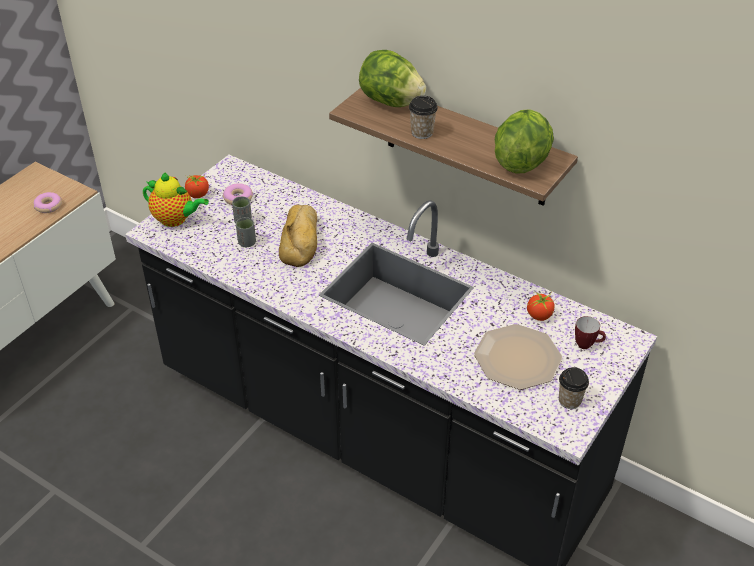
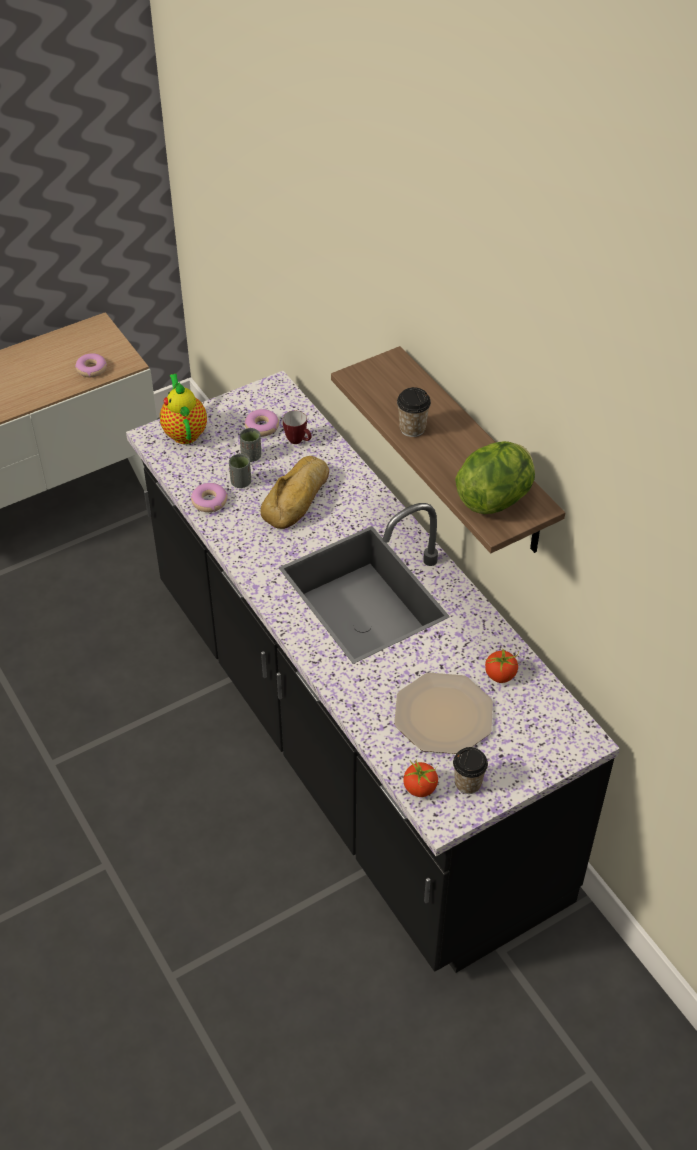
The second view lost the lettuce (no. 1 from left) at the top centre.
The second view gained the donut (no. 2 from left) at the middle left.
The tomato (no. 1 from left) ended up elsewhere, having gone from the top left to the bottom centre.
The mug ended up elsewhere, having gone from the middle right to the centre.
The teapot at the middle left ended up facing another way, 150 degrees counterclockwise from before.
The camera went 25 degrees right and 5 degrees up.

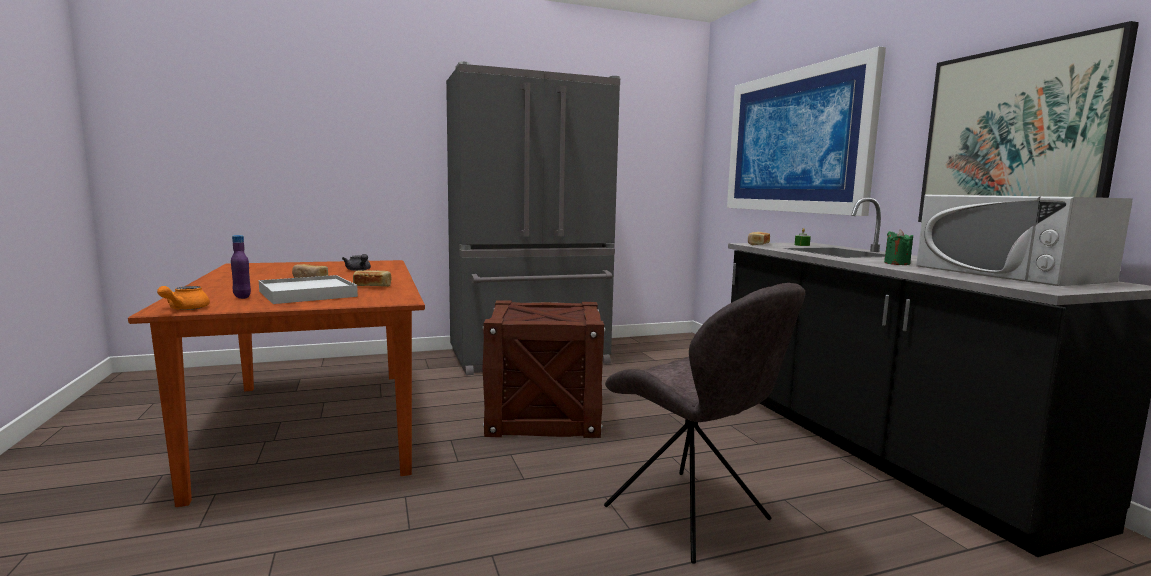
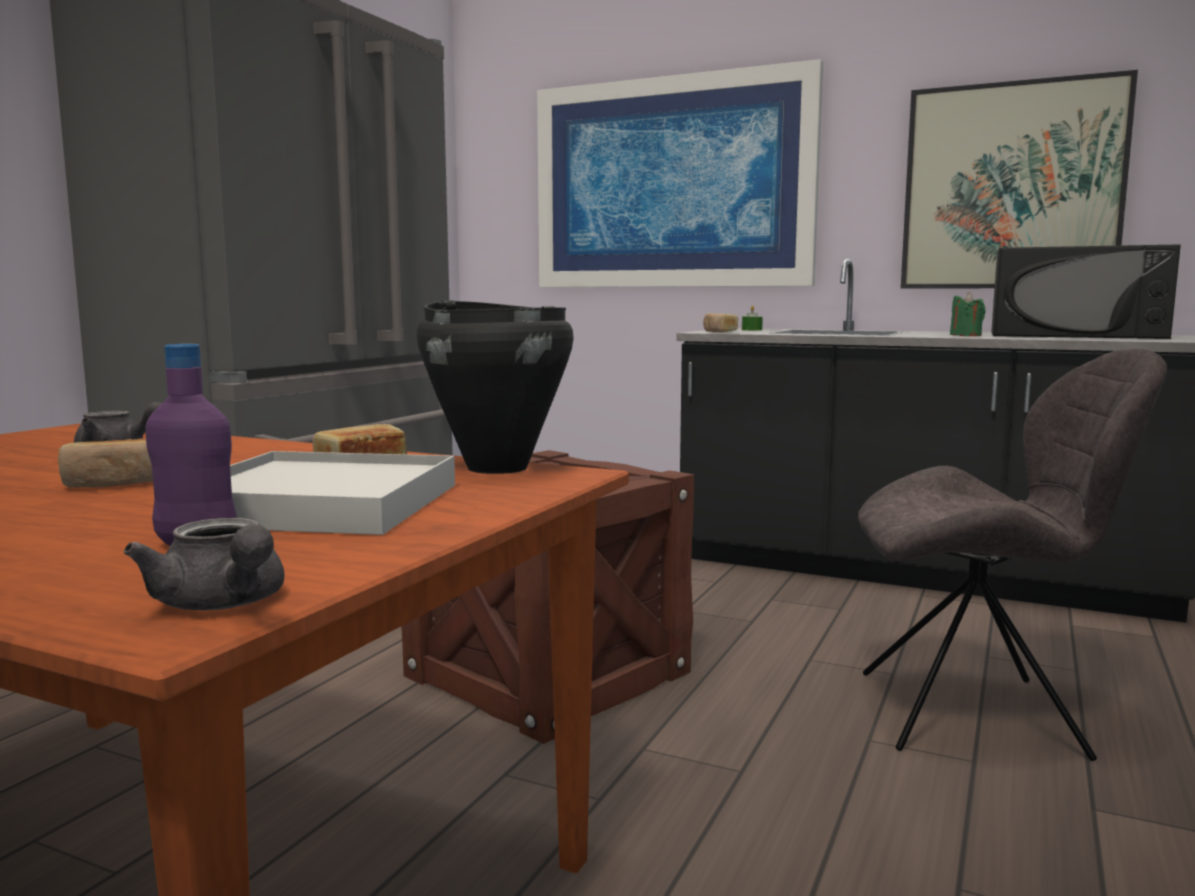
The second view gained the black_cooking_pot at the centre.
What was the orange_teapot at the middle left turned into the grey_teapot (no. 2 from left) at the middle left.
What was the white_microwave at the middle right turned into the black_microwave at the top right.
The camera went 45 degrees left and 0 degrees up.

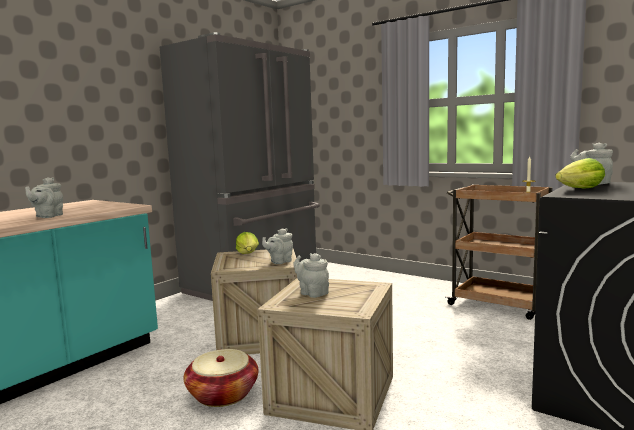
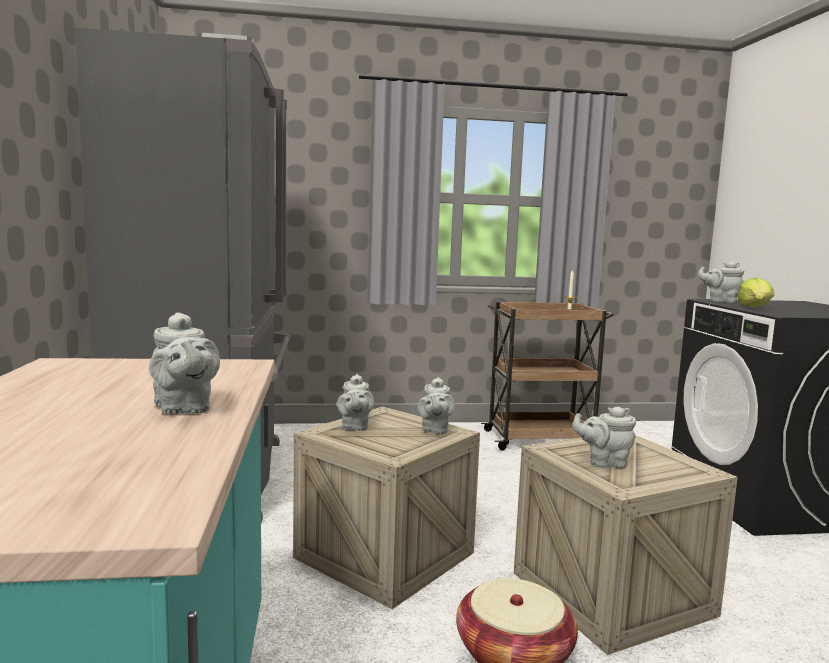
Where the lettuce (no. 1 from left) stood at the centre, the grey_teapot (no. 2 from left) came to stand at the centre.
The camera went 45 degrees left and 0 degrees up.

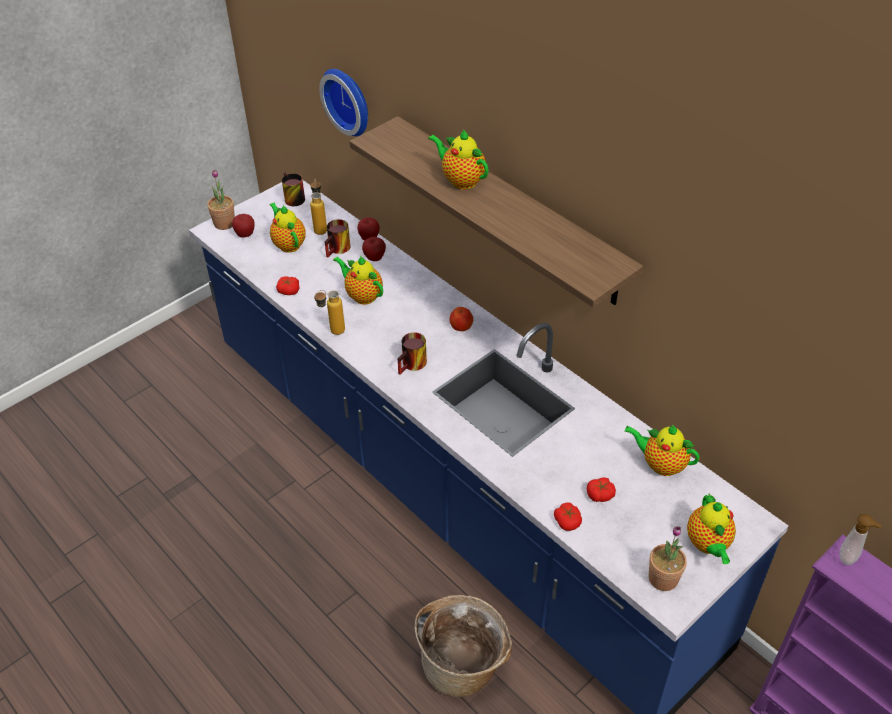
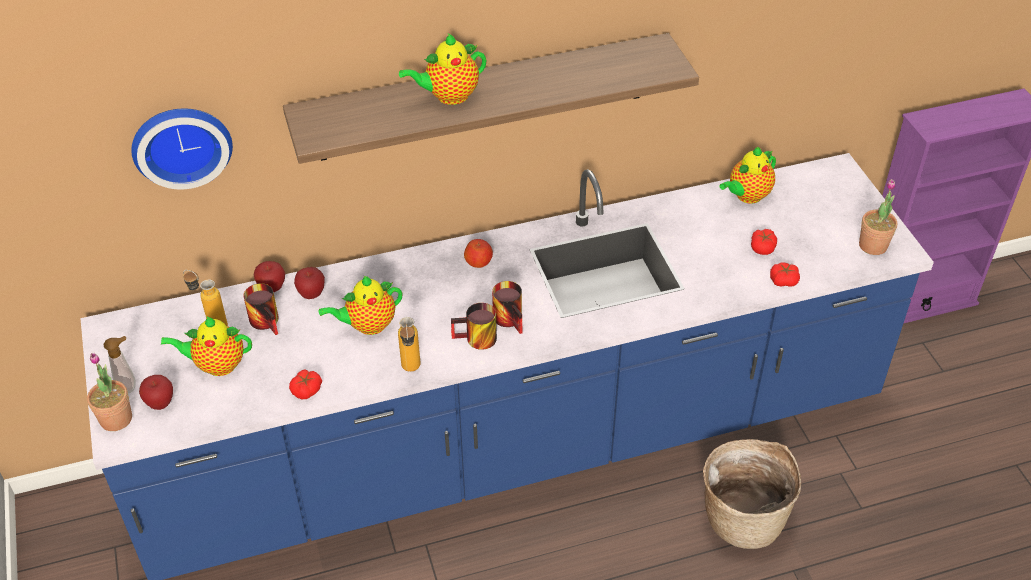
The second view lost the teapot (no. 5 from left) at the bottom right.
The mug (no. 1 from left in the first image) ended up elsewhere, having gone from the top left to the centre.
The soap_dispenser ended up elsewhere, having gone from the bottom right to the middle left.
The camera went 65 degrees left and 0 degrees up.

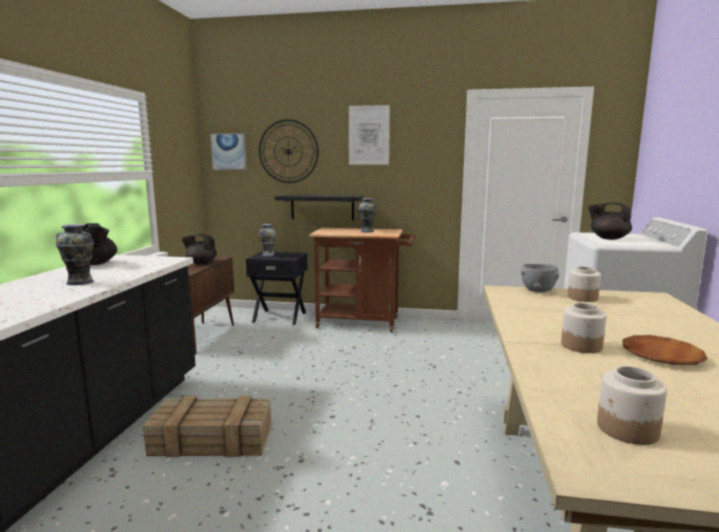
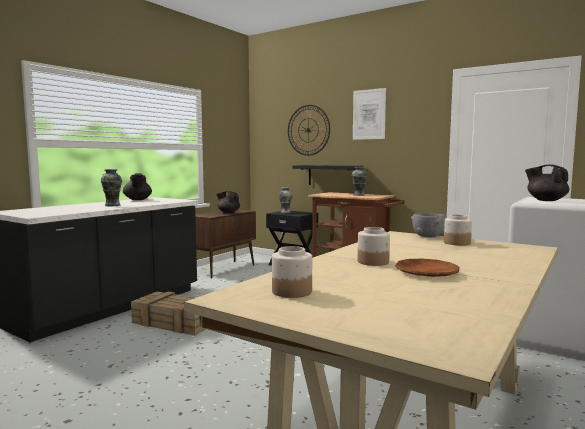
The second view lost the picture (no. 1 from left) at the top left.
The camera went 25 degrees right and 5 degrees down.

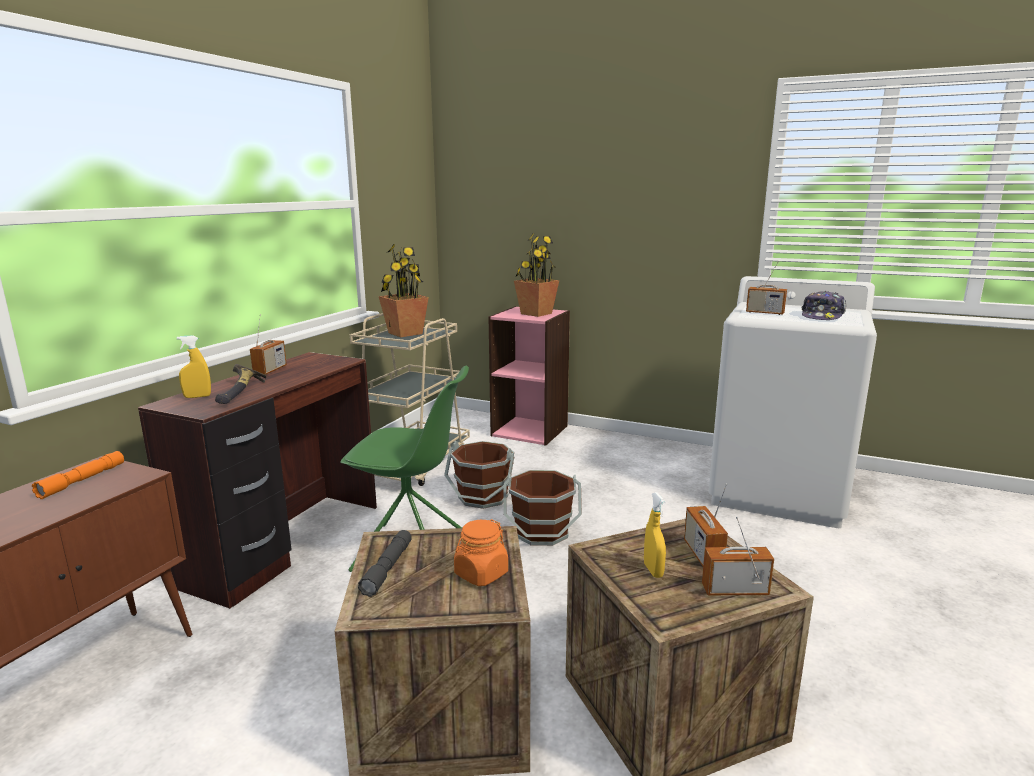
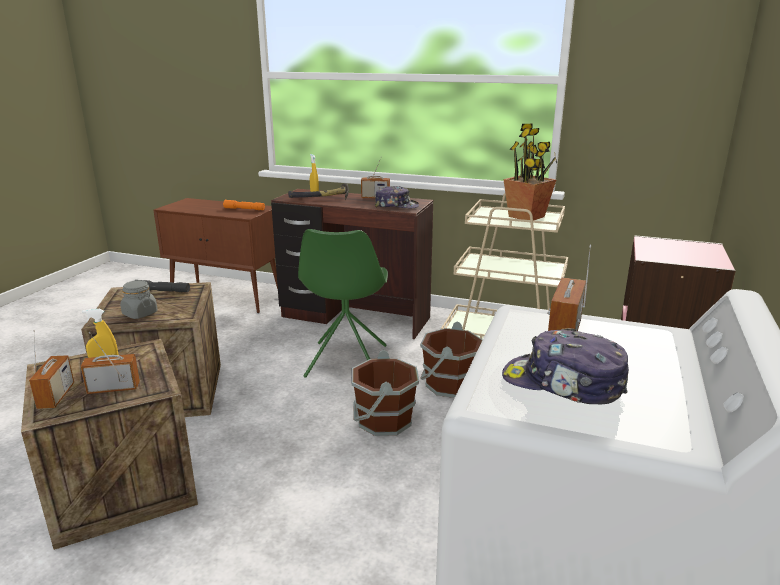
The second view lost the potted_plant (no. 2 from left) at the centre.
The second view gained the cap (no. 1 from left) at the centre.
What was the orange_jar at the bottom centre turned into the grey_jar at the middle left.
The camera went 85 degrees right and 5 degrees up.

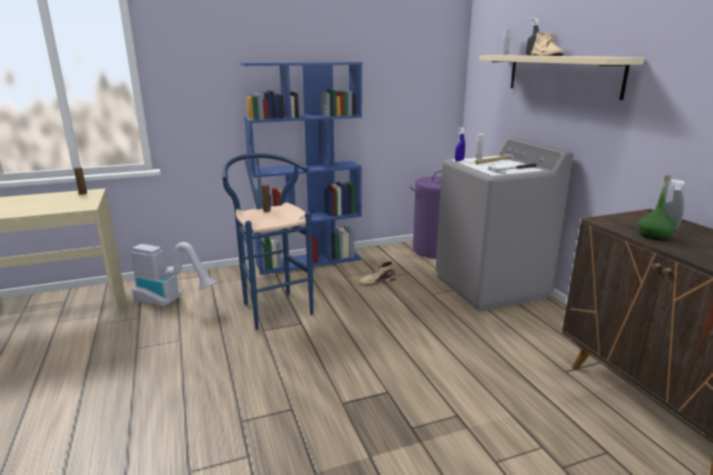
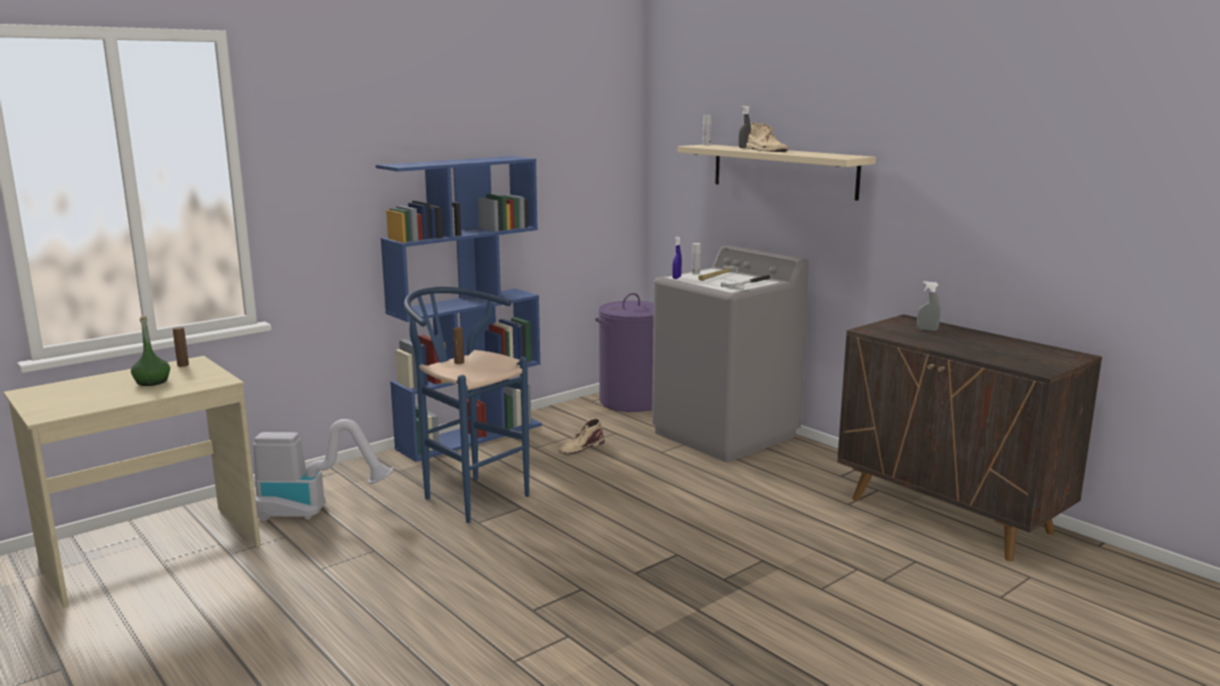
The green_bottle ended up elsewhere, having gone from the middle right to the middle left.
The camera went 20 degrees left and 5 degrees down.

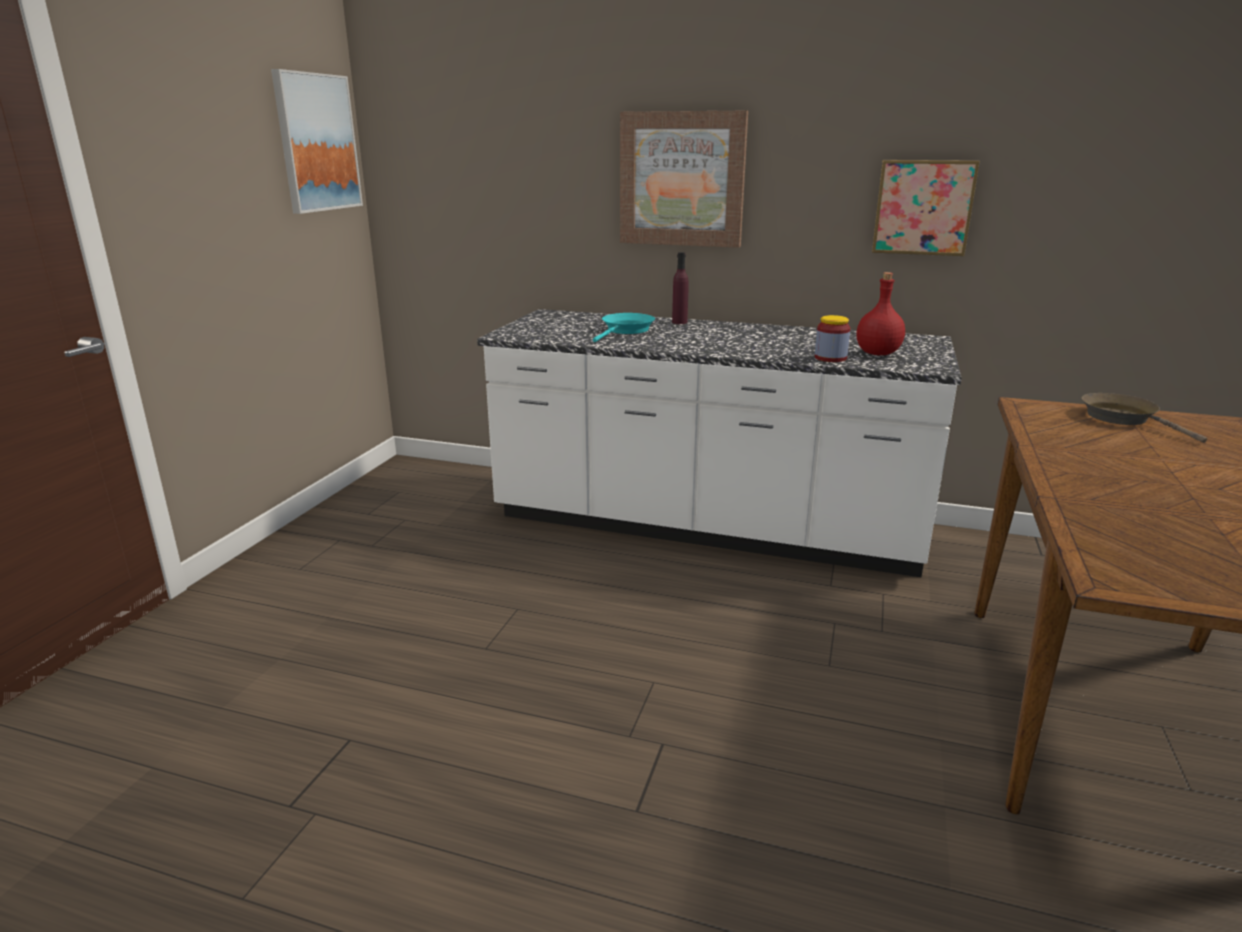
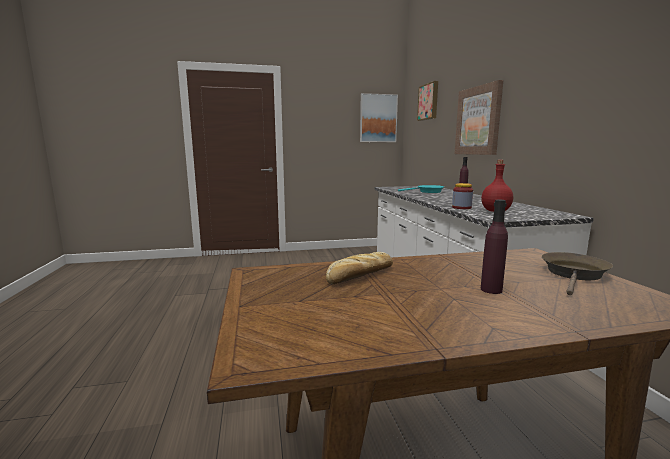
The second view gained the bread at the centre.
The second view gained the purple_bottle (no. 2 from left) at the middle right.
The picture (no. 3 from left in the first image) ended up elsewhere, having gone from the top right to the top centre.
The camera went 60 degrees right and 10 degrees down.

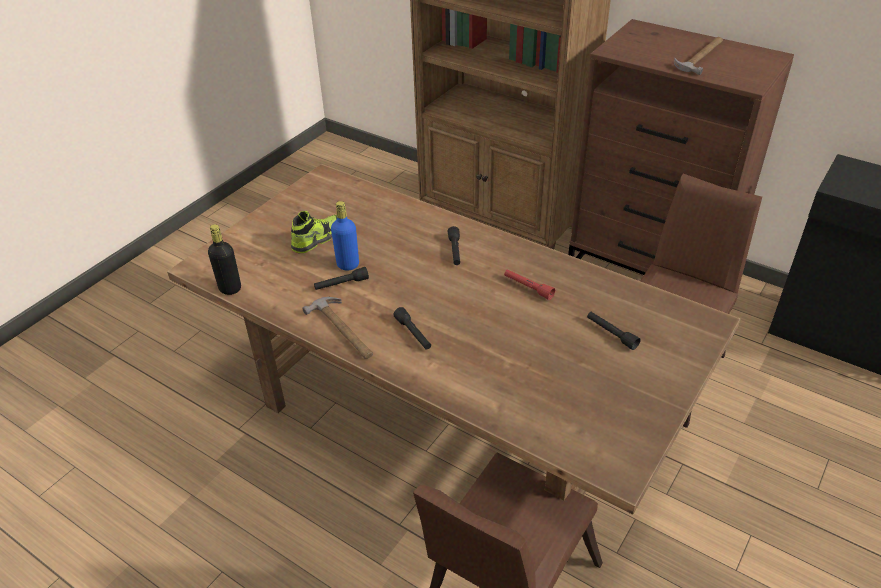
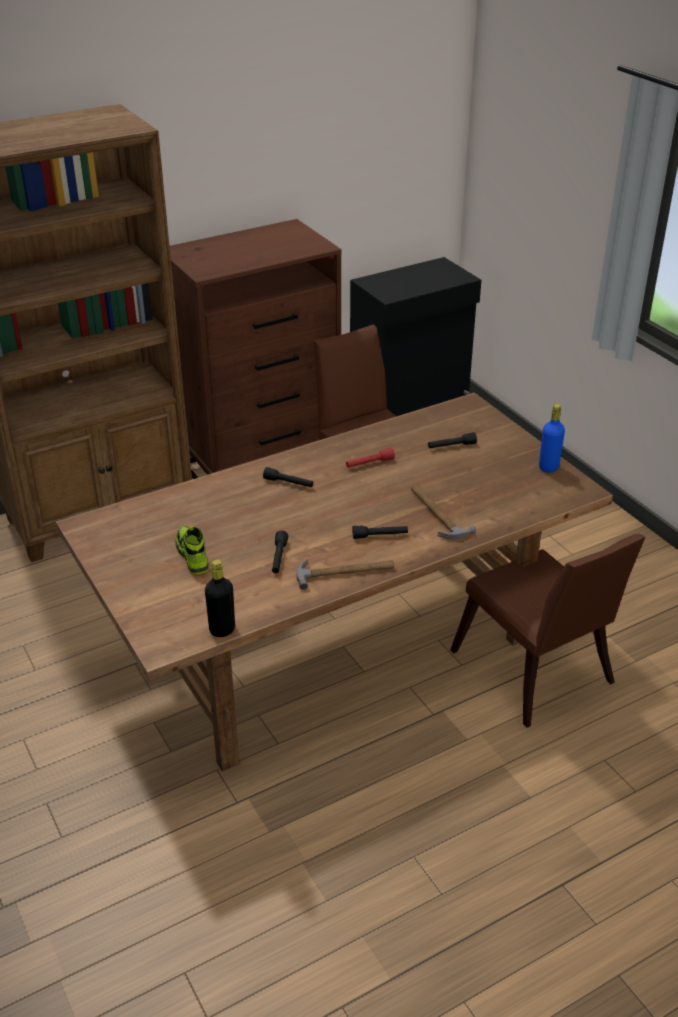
The blue_bottle ended up elsewhere, having gone from the centre to the middle right.
The hammer (no. 2 from left) ended up elsewhere, having gone from the top right to the centre.
The camera went 65 degrees left and 5 degrees down.

